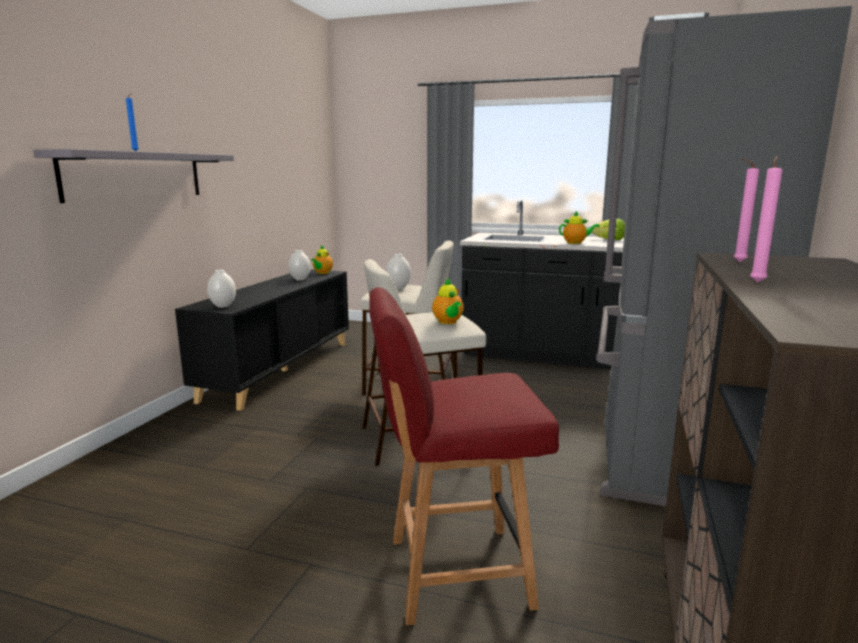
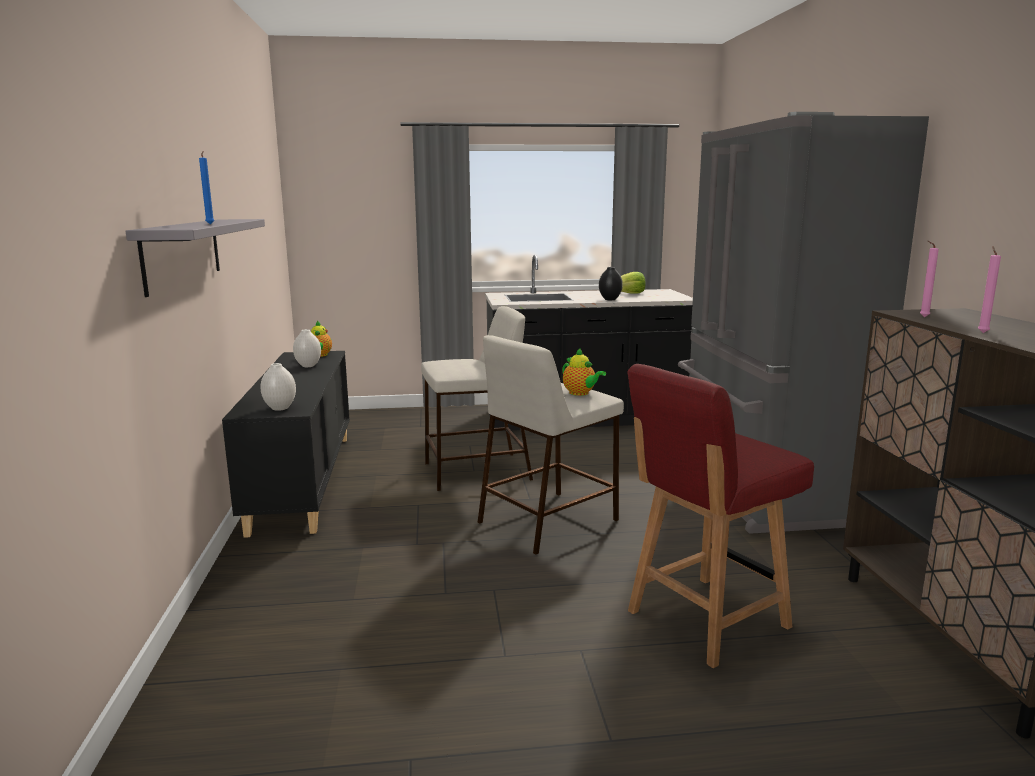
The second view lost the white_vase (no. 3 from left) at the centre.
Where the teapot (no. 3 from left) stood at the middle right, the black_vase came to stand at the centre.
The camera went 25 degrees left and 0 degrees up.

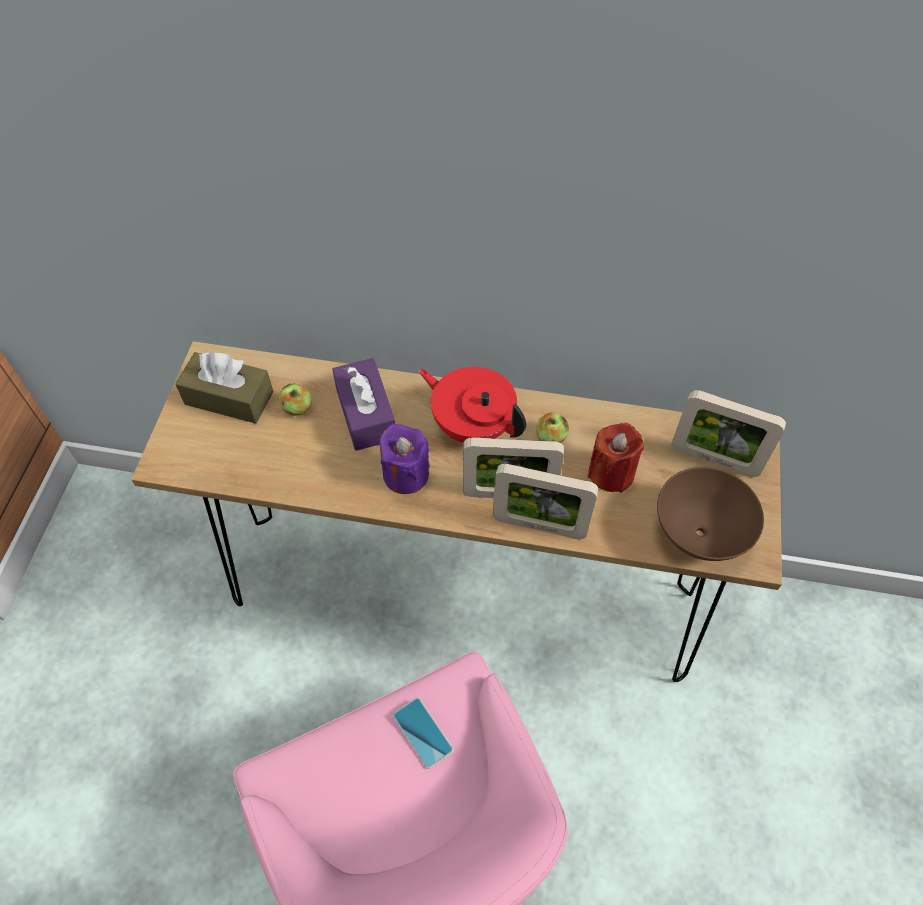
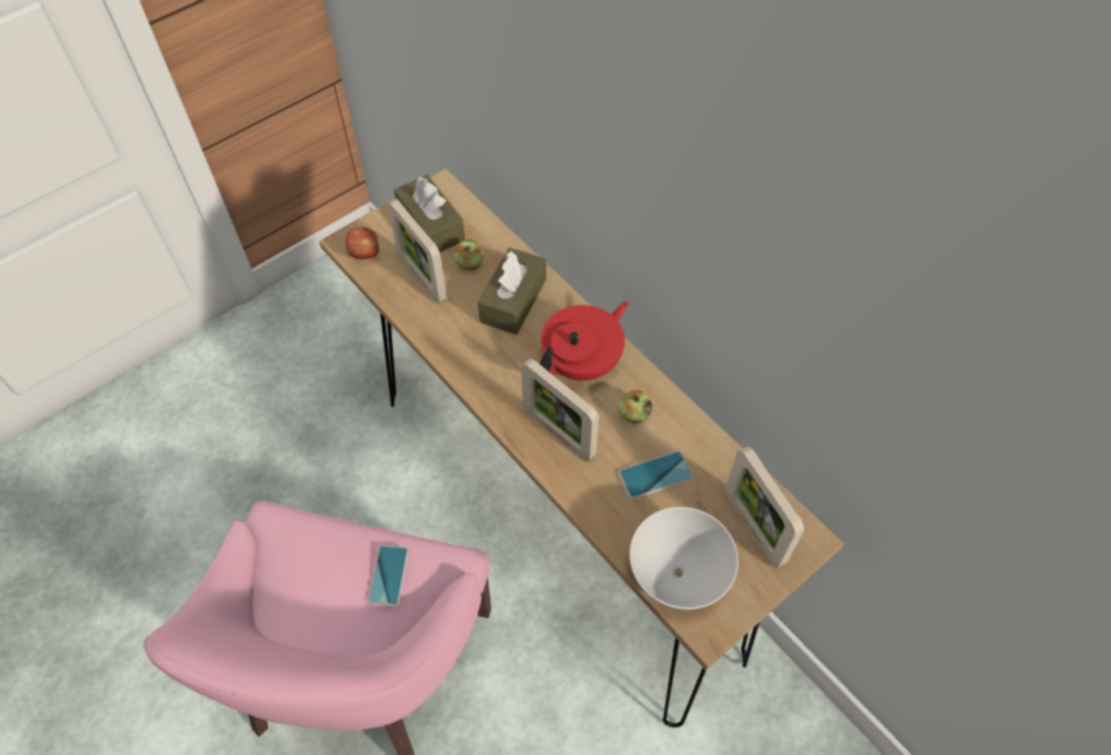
The second view lost the purple_candle at the centre.
The second view gained the apple (no. 1 from left) at the top left.
The picture_frame (no. 2 from left in the first image) ended up elsewhere, having gone from the centre to the top centre.
Where the red_candle stood at the centre, the phone (no. 2 from left) came to stand at the centre.
What was the purple_tissue_box at the centre turned into the brown_tissue_box (no. 2 from left) at the centre.
What was the brown_bowl at the middle right turned into the white_bowl at the bottom centre.
The red_teapot at the centre ended up facing another way, 60 degrees clockwise from before.
The camera went 40 degrees right and 0 degrees up.

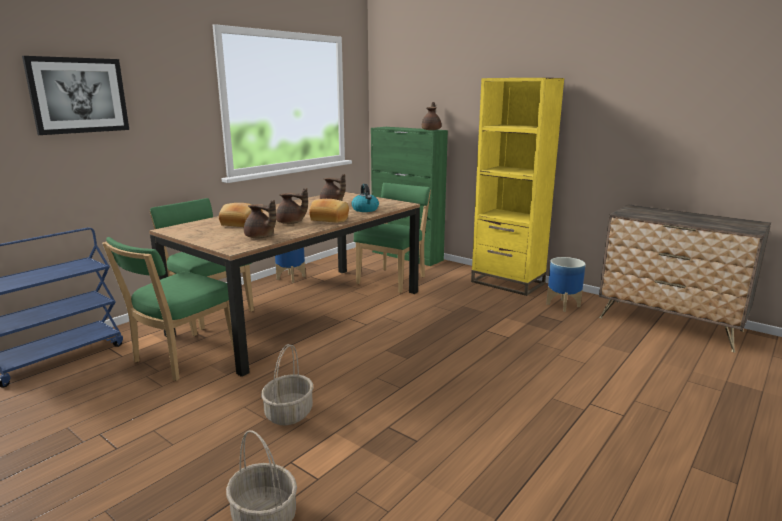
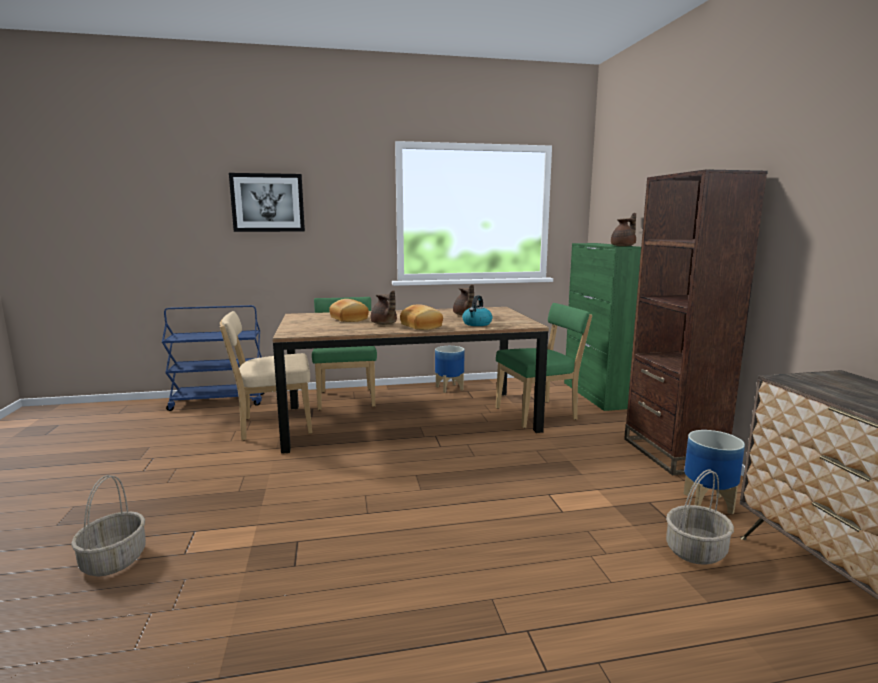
The second view lost the brown_teapot (no. 1 from left) at the middle left.
The basket (no. 2 from left) ended up elsewhere, having gone from the bottom centre to the bottom right.
What was the green_chair (no. 1 from left) at the middle left turned into the beige_chair at the middle left.
What was the yellow_bookcase at the centre turned into the brown_bookcase at the middle right.
The camera went 40 degrees right and 5 degrees down.

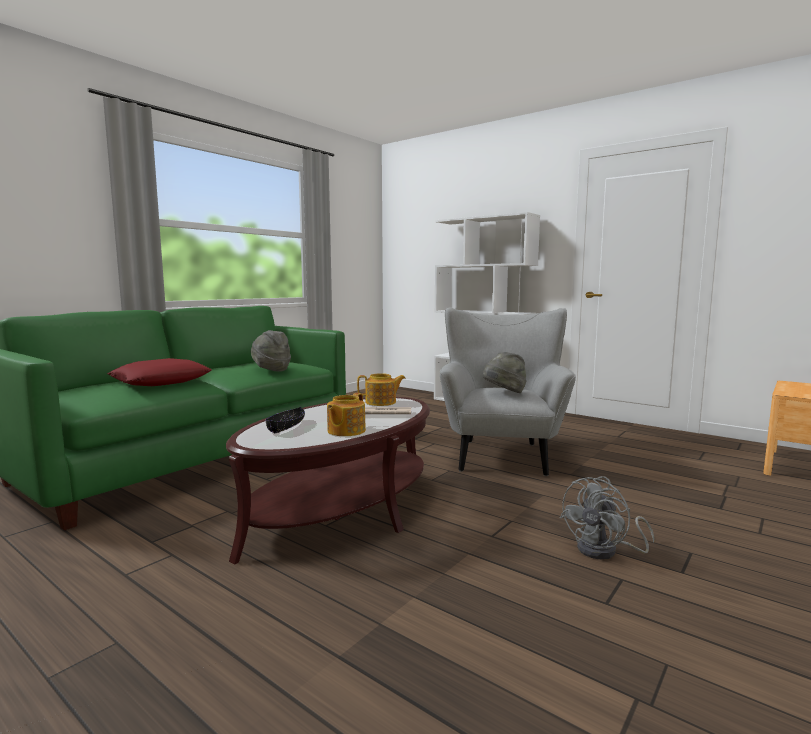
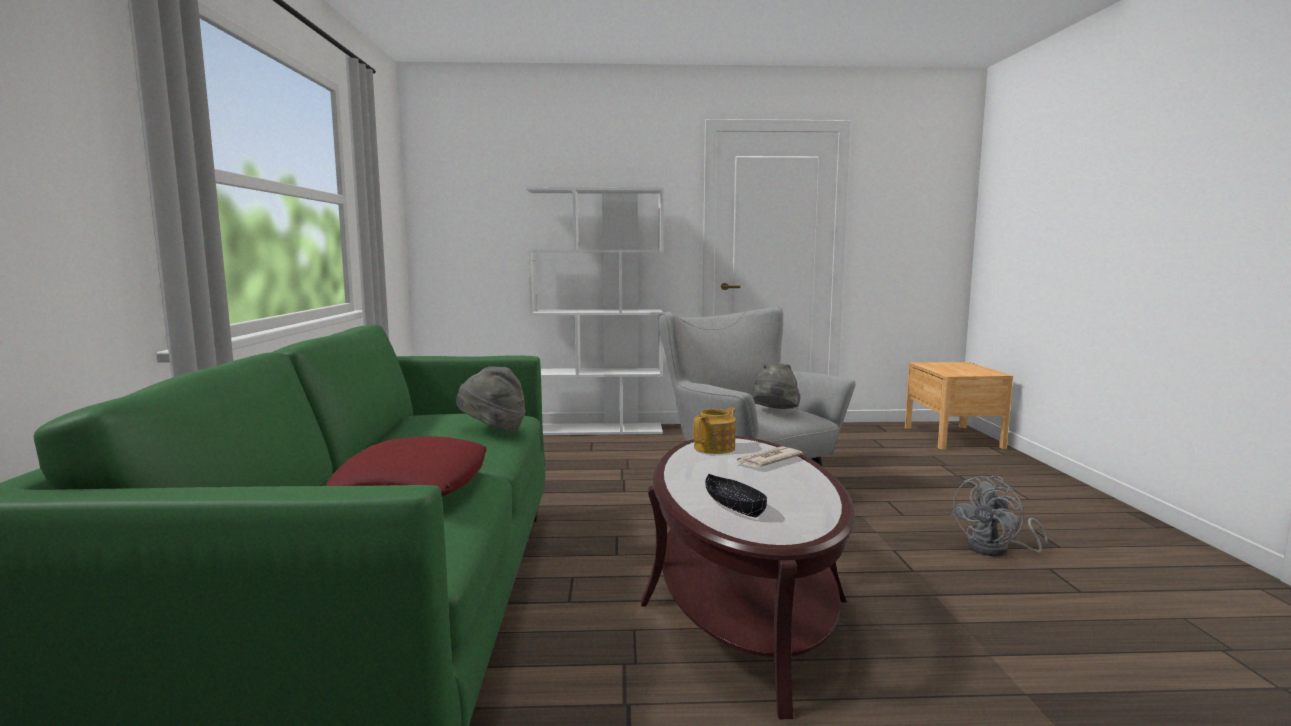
The second view lost the teapot (no. 1 from left) at the centre.
The grey_fan at the bottom right ended up facing another way, 45 degrees clockwise from before.
The camera went 40 degrees left and 0 degrees up.

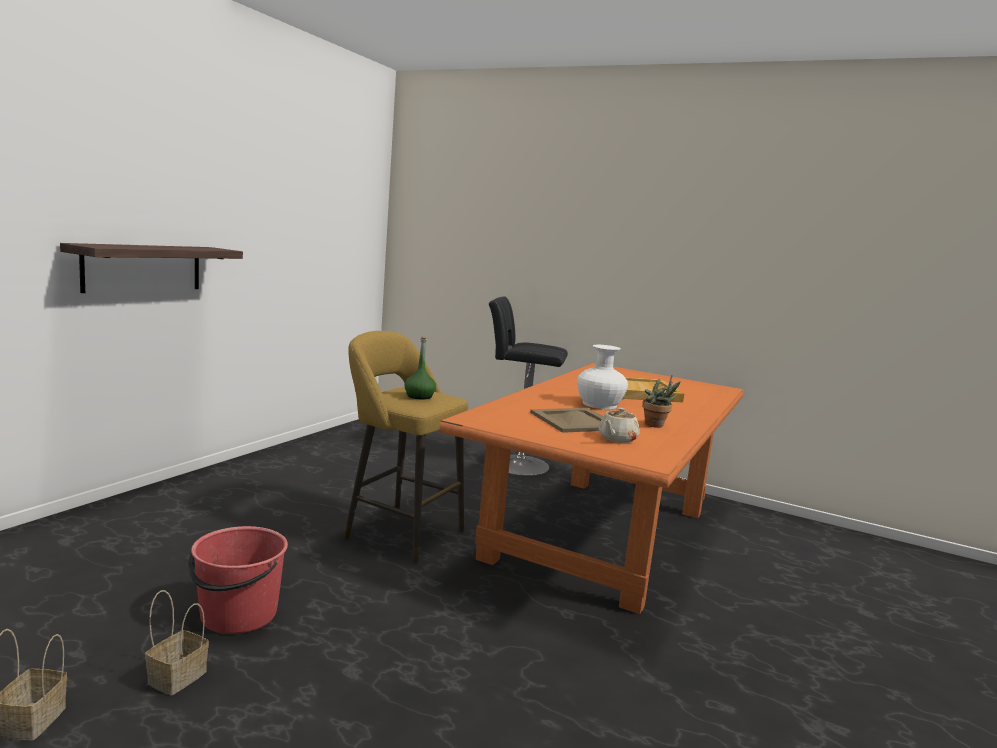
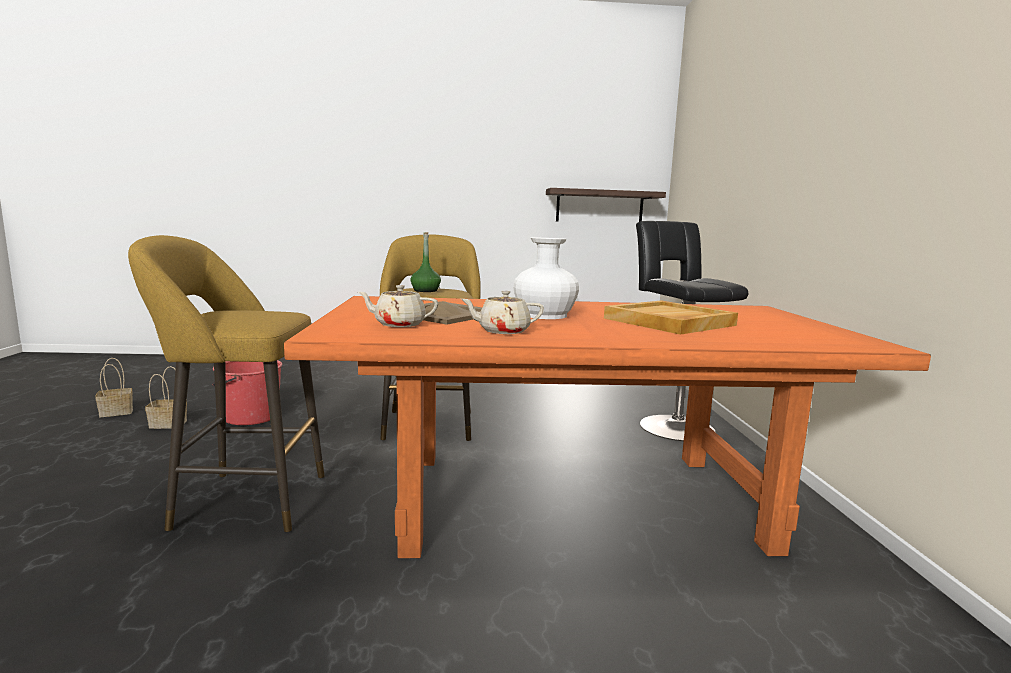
The second view gained the yellow_stool (no. 1 from left) at the middle left.
The shelf ended up elsewhere, having gone from the middle left to the top centre.
Where the potted_plant stood at the centre, the beige_teapot (no. 2 from left) came to stand at the centre.
The camera went 60 degrees right and 0 degrees up.

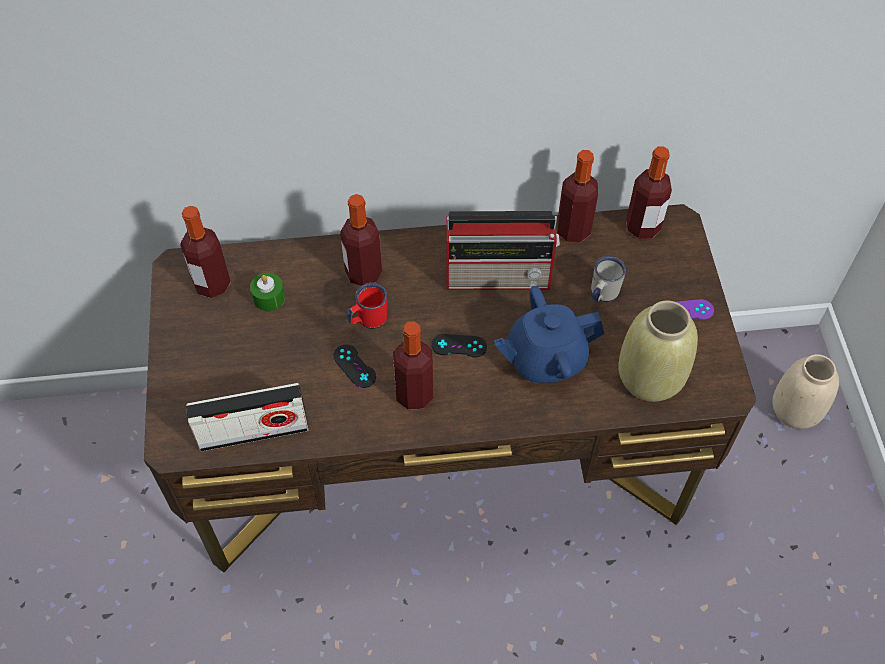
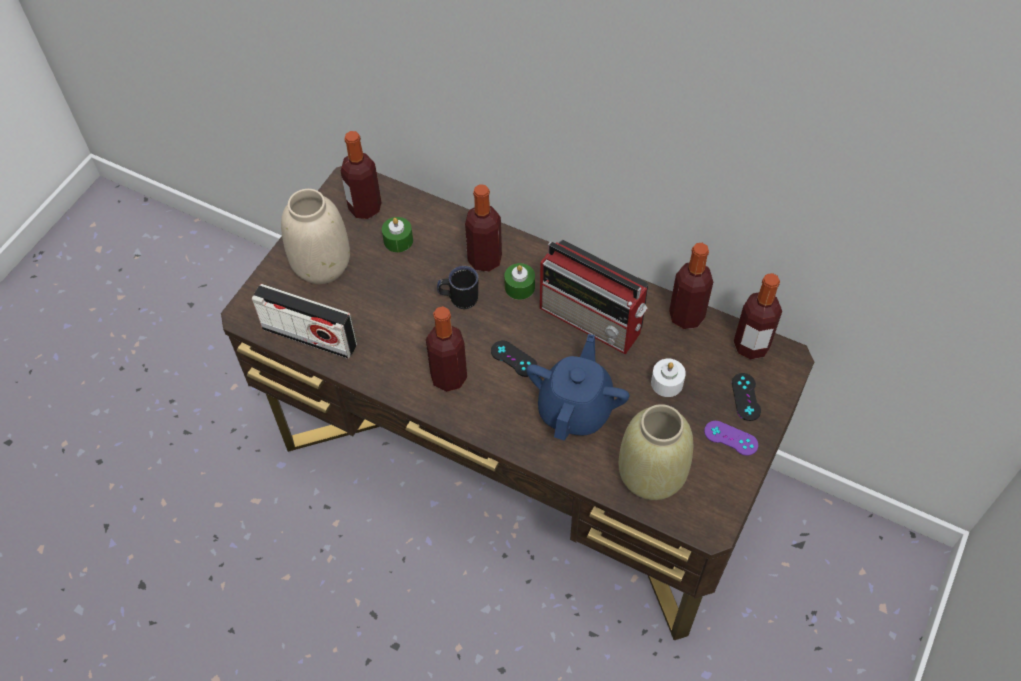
The second view gained the green_candle (no. 2 from left) at the centre.
The black_game_controller (no. 1 from left in the first image) ended up elsewhere, having gone from the centre to the middle right.
The beige_vase (no. 2 from left in the first image) ended up elsewhere, having gone from the middle right to the middle left.
Where the white_mug stood at the middle right, the white_candle came to stand at the centre.
What was the red_mug at the centre turned into the black_mug at the centre.
The blue_teapot at the centre ended up facing another way, 90 degrees clockwise from before.
The camera went 35 degrees right and 0 degrees up.

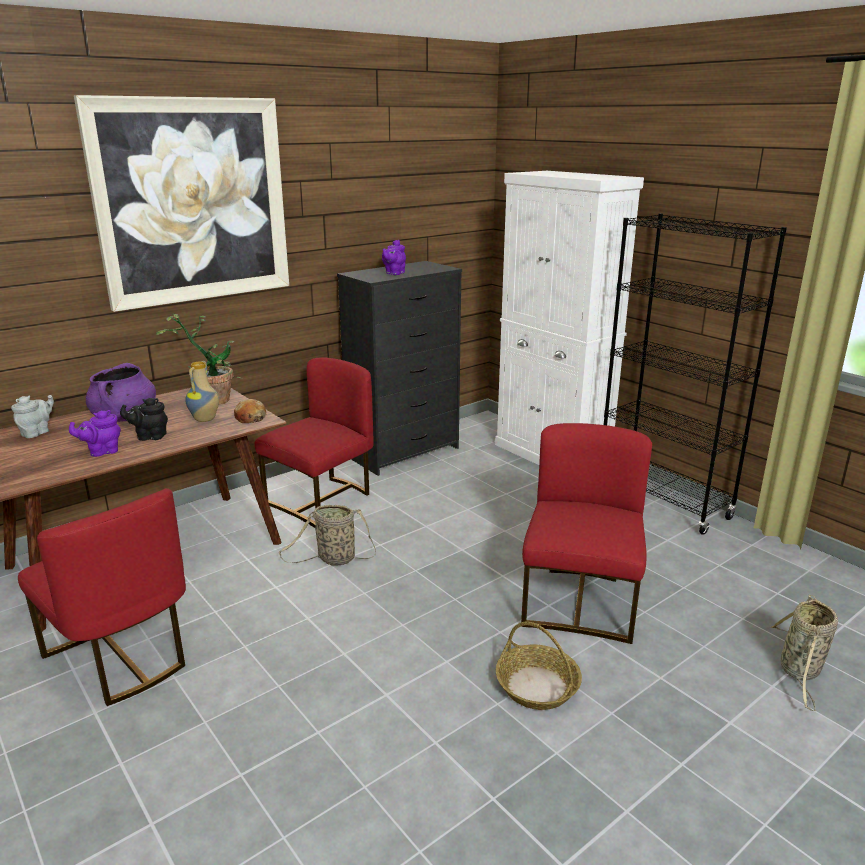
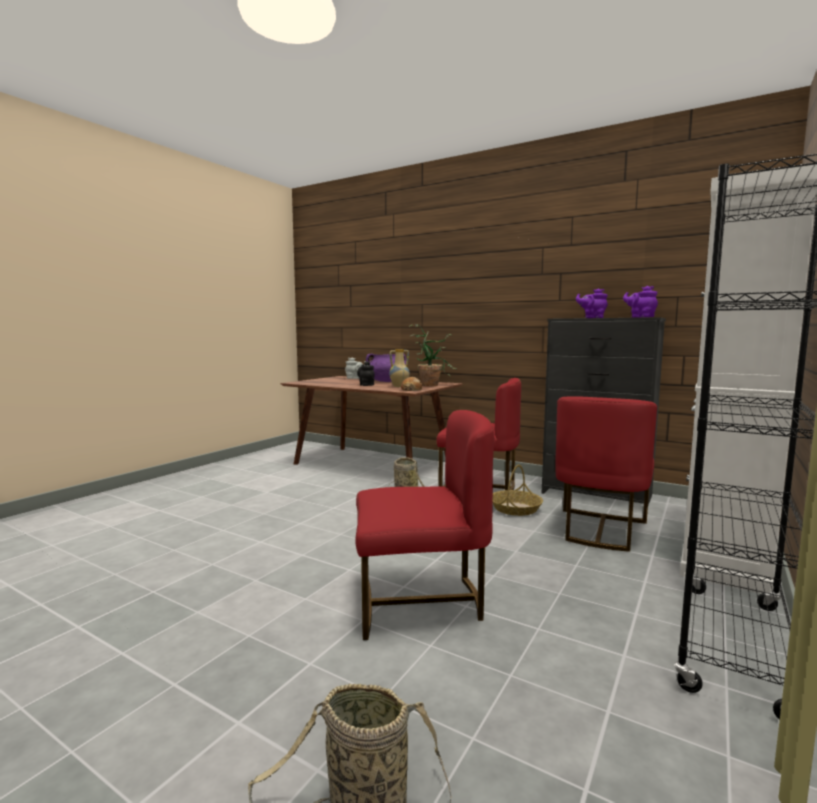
The second view lost the picture at the top left.
The red_chair (no. 1 from left in the first image) ended up elsewhere, having gone from the bottom left to the middle right.
The purple_teapot (no. 1 from left in the first image) ended up elsewhere, having gone from the middle left to the middle right.
The basket (no. 2 from left in the first image) ended up elsewhere, having gone from the bottom centre to the centre.
The camera went 70 degrees right and 15 degrees down.

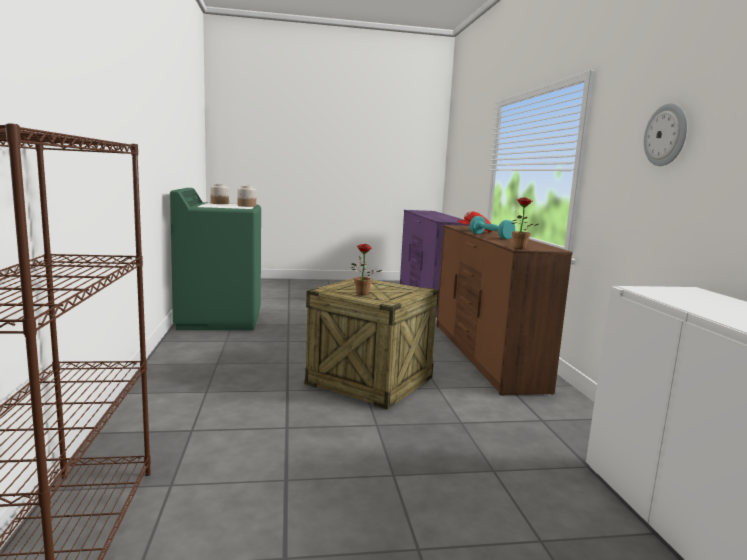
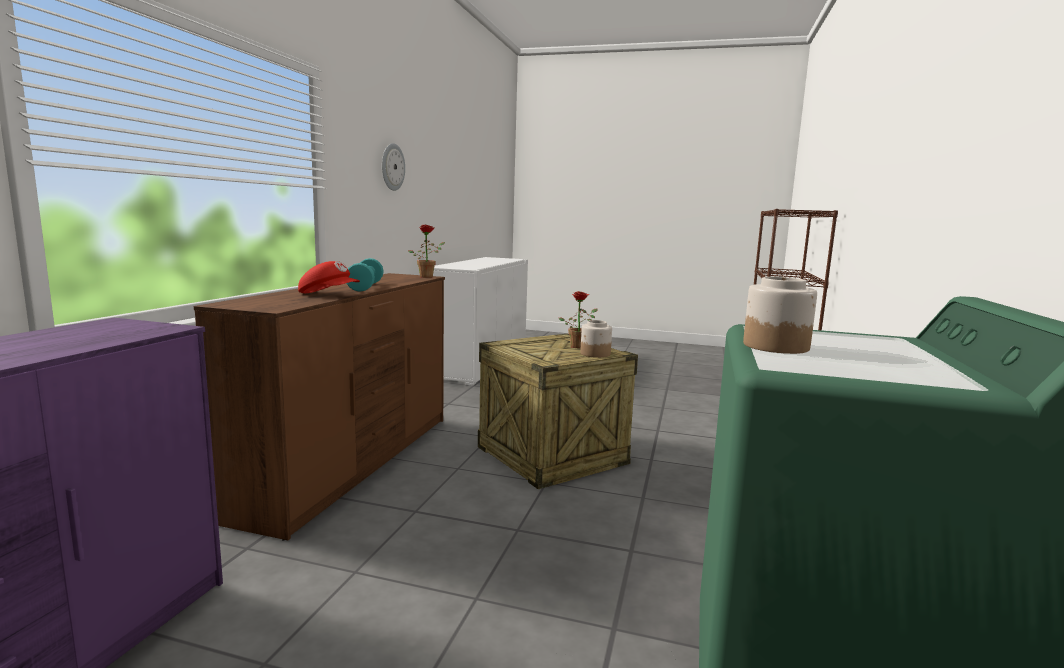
The jar (no. 1 from left) ended up elsewhere, having gone from the middle left to the centre.
The camera went 155 degrees left and 0 degrees up.

